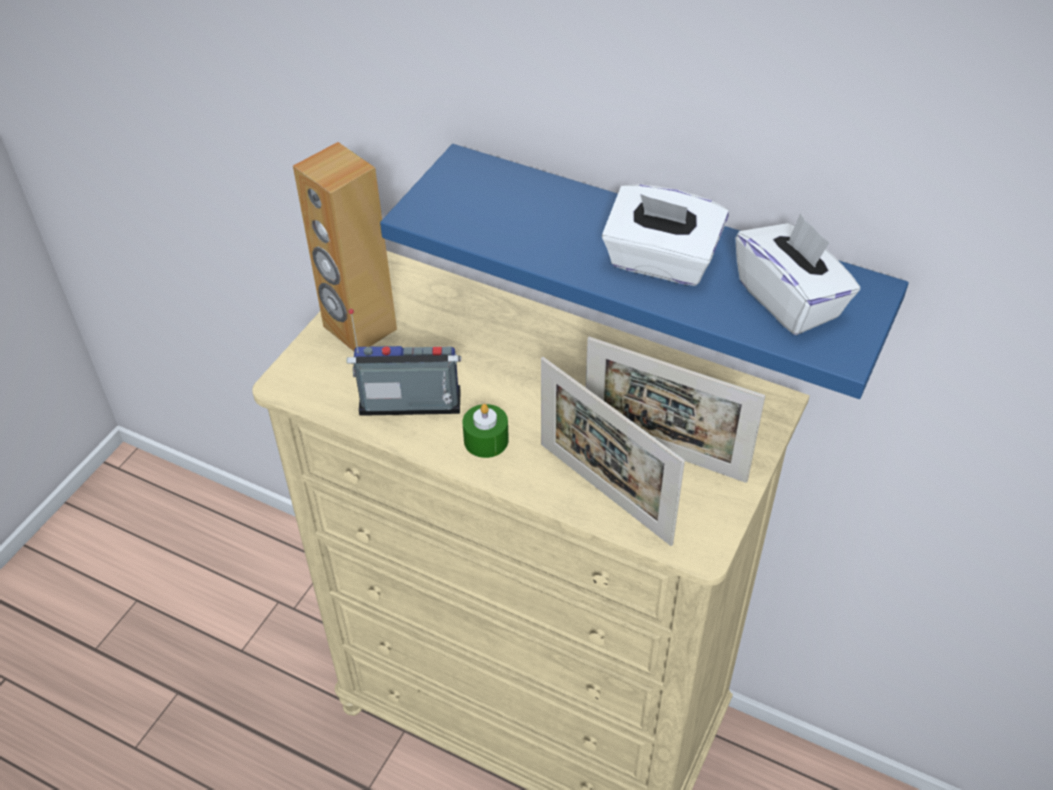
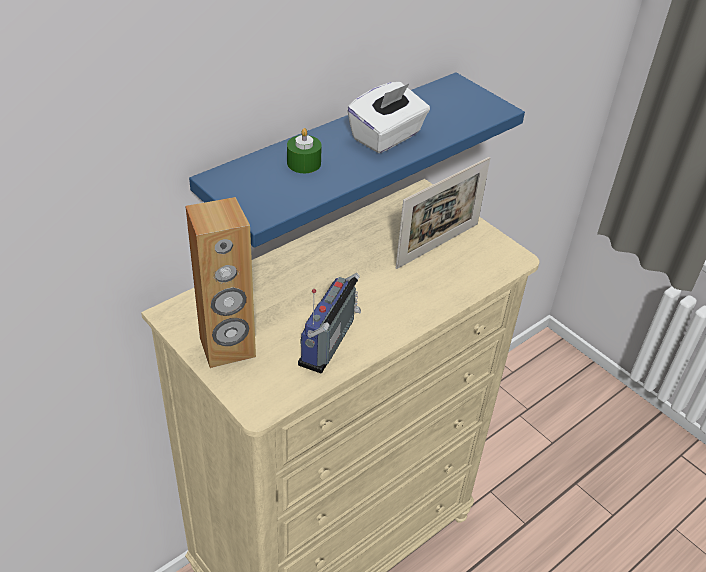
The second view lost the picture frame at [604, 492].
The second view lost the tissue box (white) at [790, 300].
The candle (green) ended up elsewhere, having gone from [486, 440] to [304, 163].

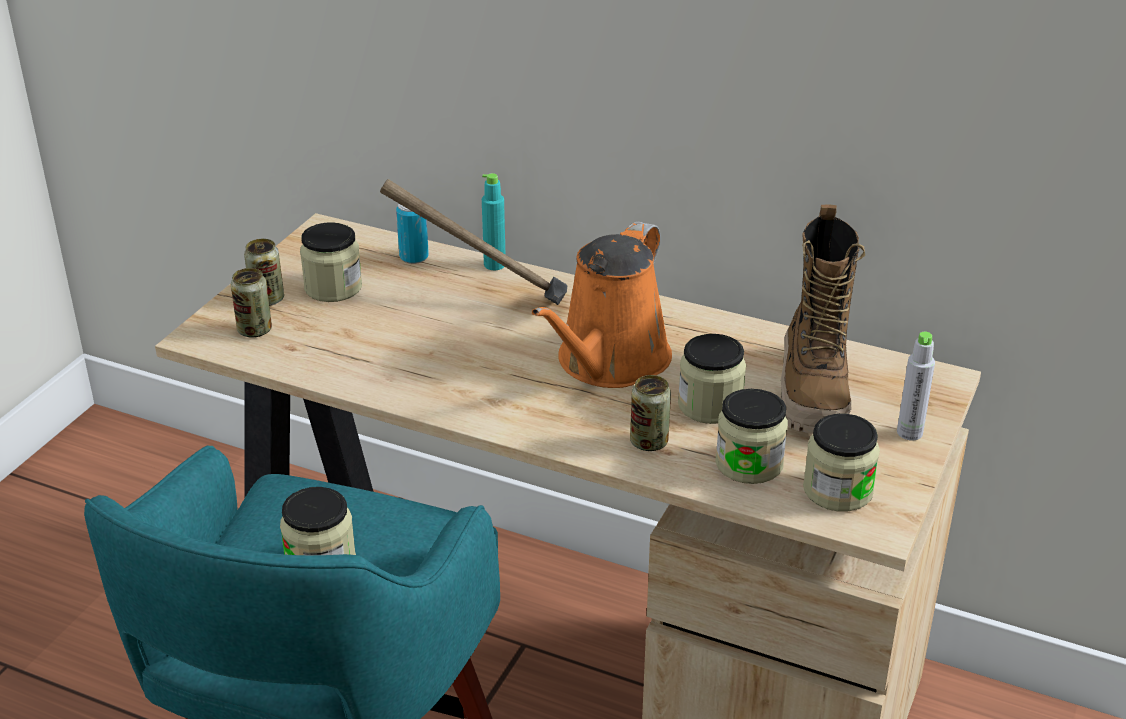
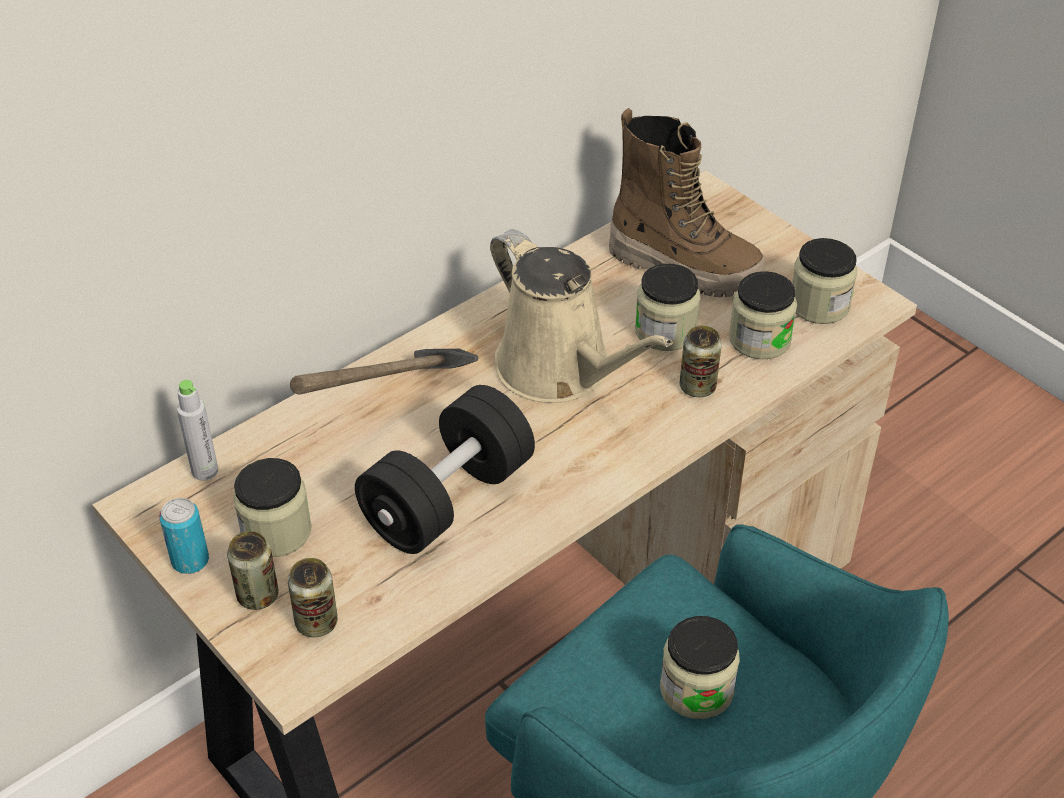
The second view lost the bottle (turquoise) at [494, 265].
The second view gained the dumbbell (black) at [448, 499].
The can ended up elsewhere, having gone from [414, 257] to [190, 561].
The bottle (grey) ended up elsewhere, having gone from [909, 433] to [205, 471].
What was the watering can (orange) at [608, 363] turned into the watering can (beige) at [560, 370].

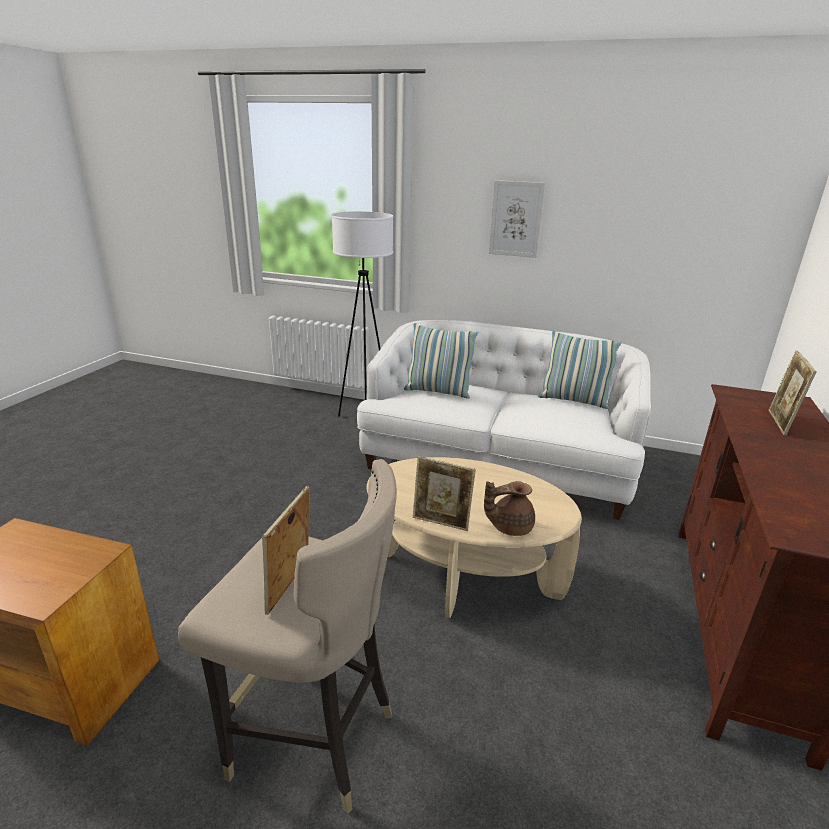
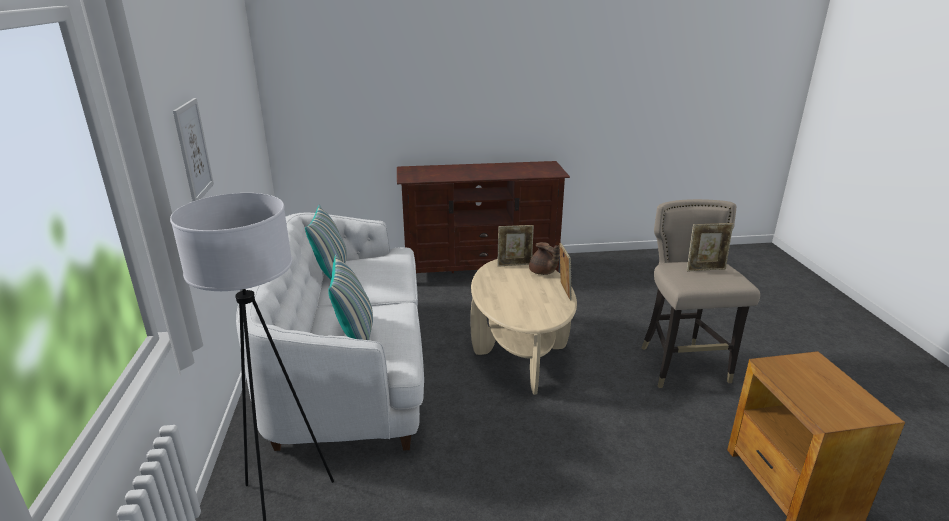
The picture frame ended up elsewhere, having gone from [779, 423] to [514, 264].

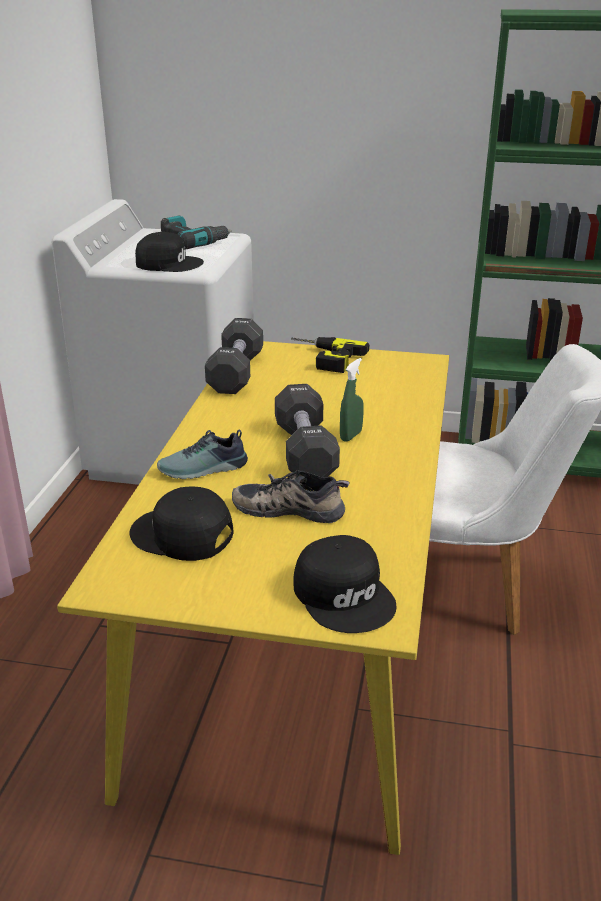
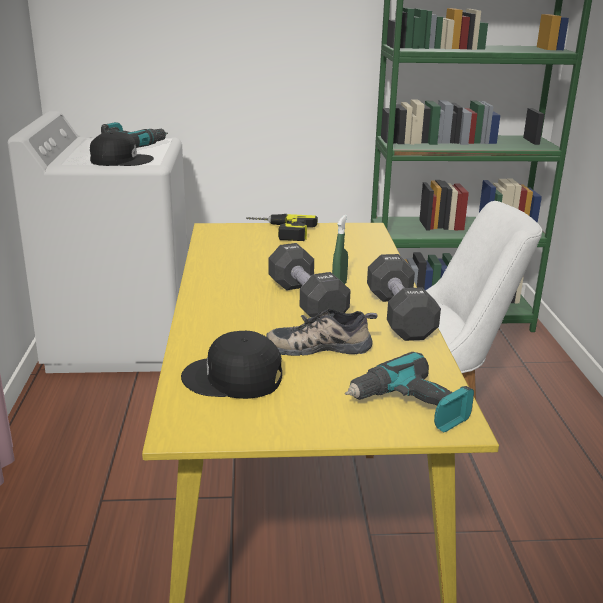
The second view lost the shoe at [203, 470].
The dumbbell (black) ended up elsewhere, having gone from [236, 373] to [399, 315].
Where the cap (black) stood at [345, 594], the power drill came to stand at [410, 407].

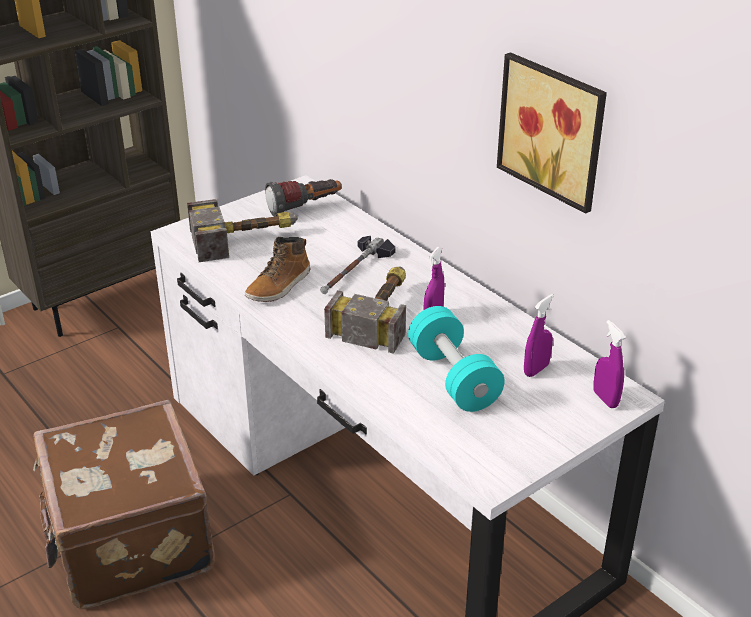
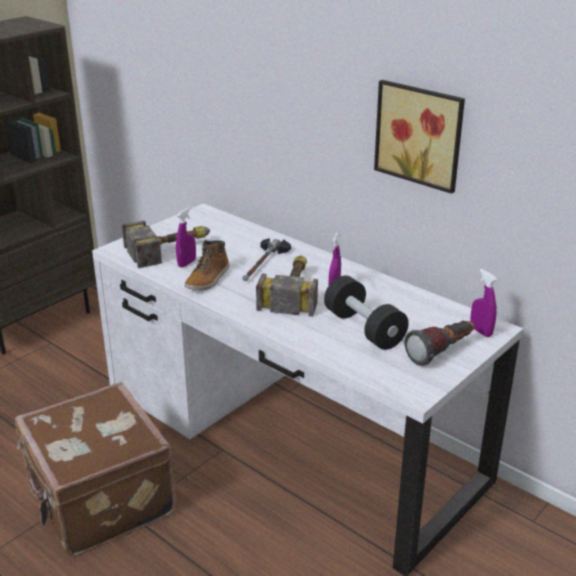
The flashlight ended up elsewhere, having gone from [305, 208] to [441, 352].
The spray bottle (purple) ended up elsewhere, having gone from [536, 370] to [187, 263].
What was the dumbbell (turquoise) at [453, 378] turned into the dumbbell (black) at [364, 328].

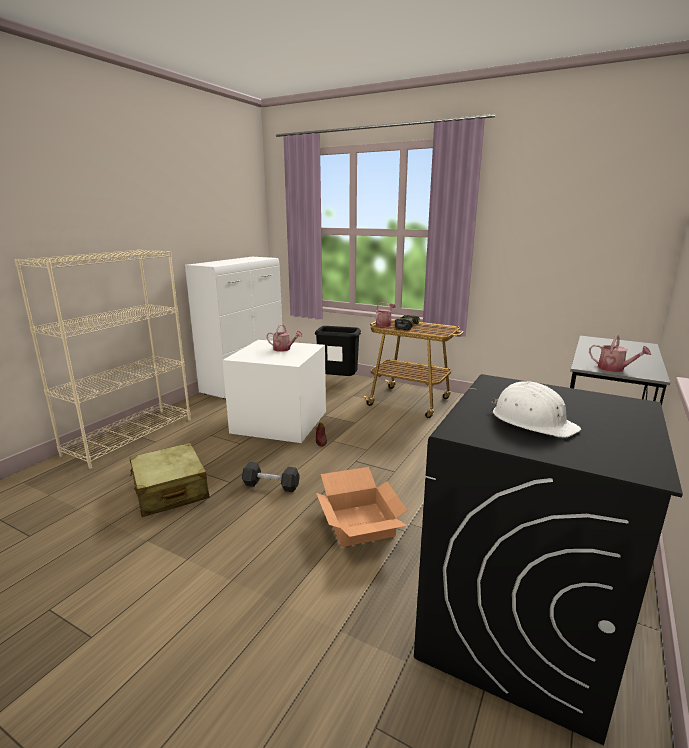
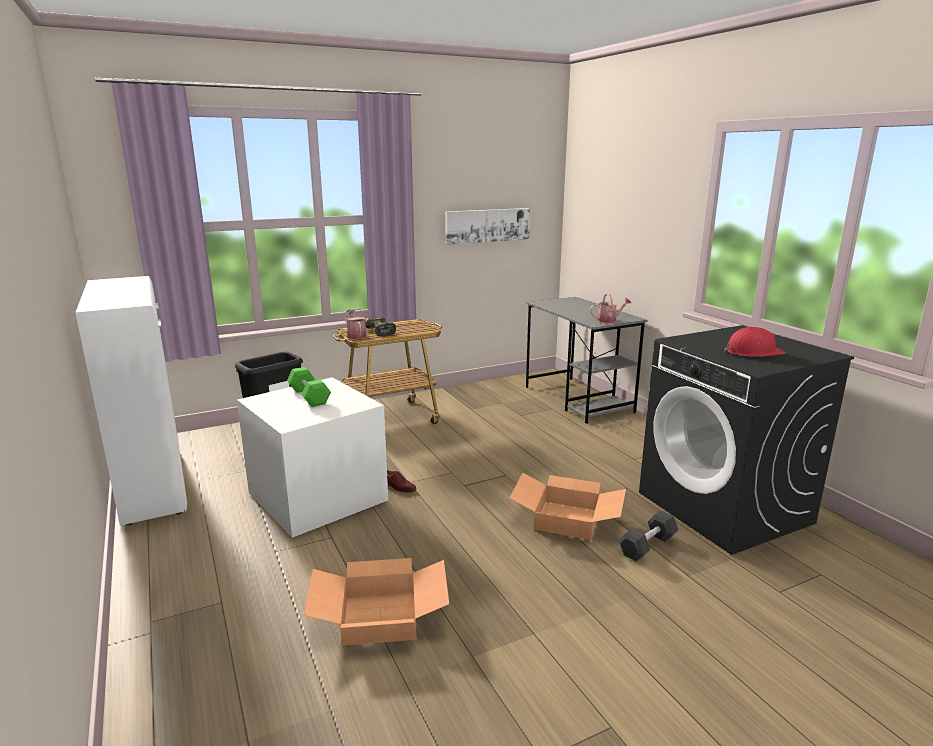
The second view lost the bookcase (beige) at [130, 436].
The second view gained the picture at [487, 225].
The dumbbell (black) ended up elsewhere, having gone from [271, 485] to [647, 545].
Where the suitcase (beige) stood at [170, 491], the cardboard box came to stand at [381, 616].
Where the watering can stood at [284, 349], the dumbbell (green) came to stand at [309, 396].
What was the hard hat (white) at [532, 421] turned into the hard hat (red) at [752, 352].

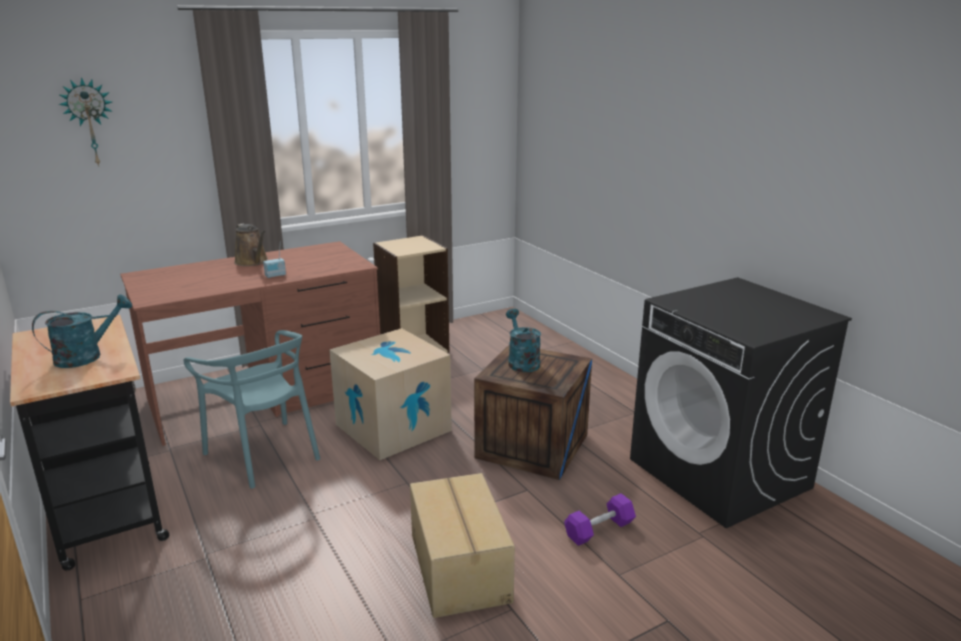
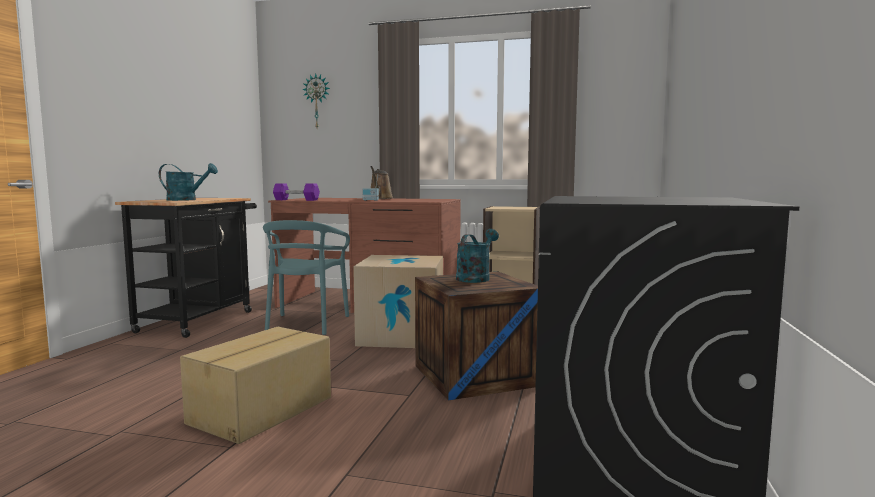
The dumbbell (purple) ended up elsewhere, having gone from [599, 530] to [296, 200].

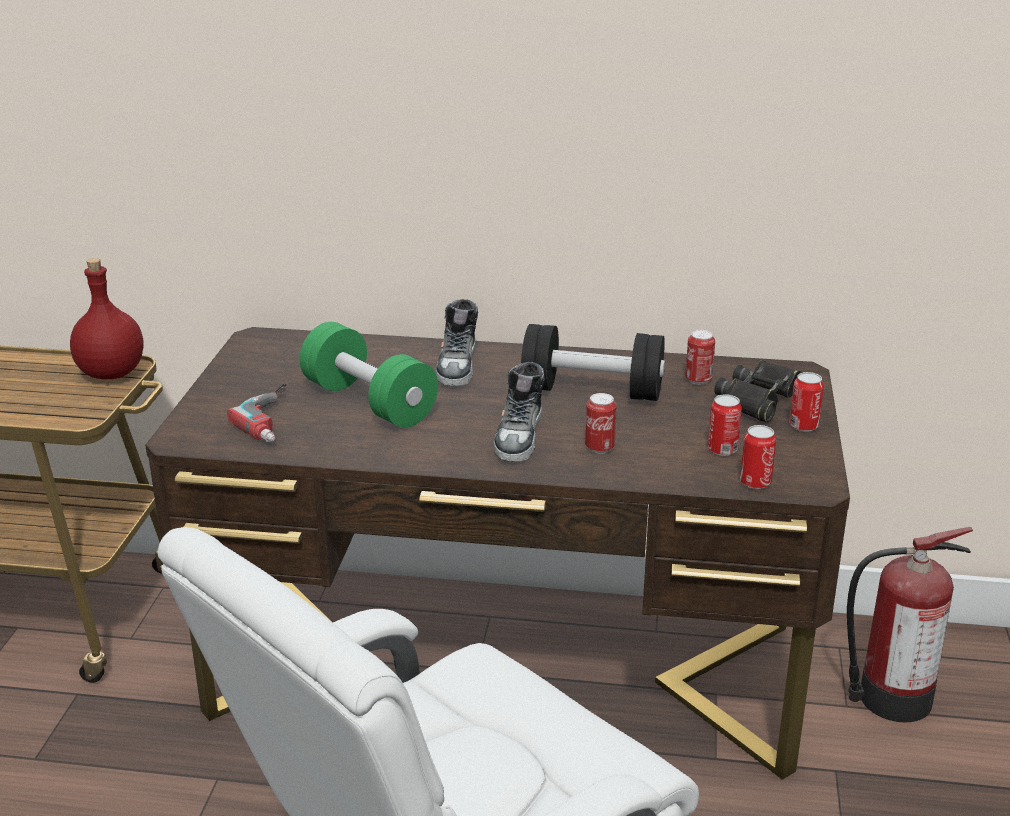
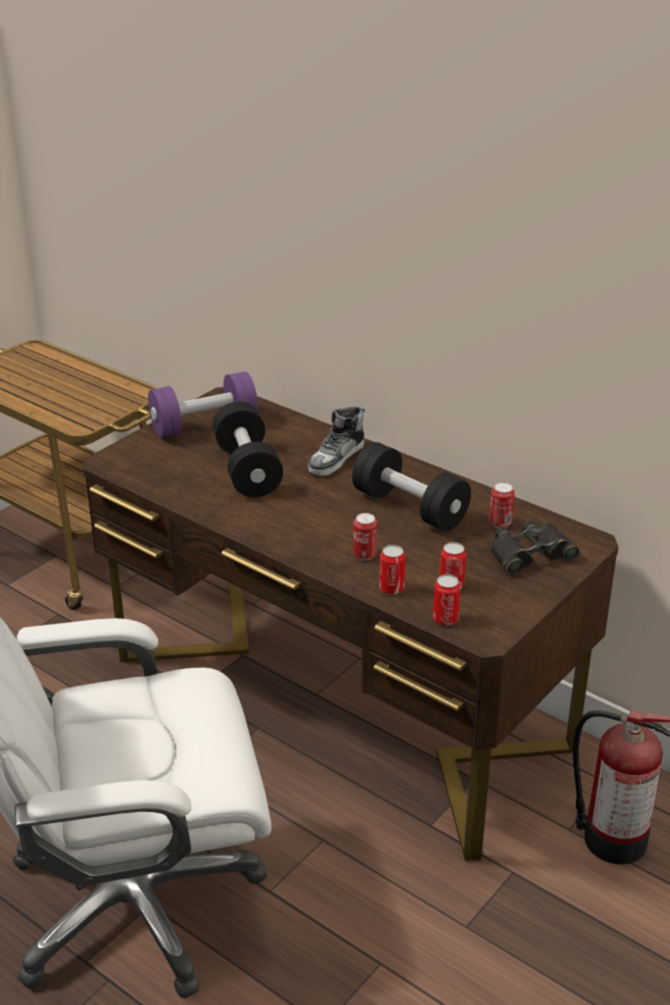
The second view lost the bottle (red) at [110, 373].
The second view lost the power drill at [277, 419].
The second view lost the shoe at [520, 436].
The second view gained the dumbbell (purple) at [204, 425].
The can ended up elsewhere, having gone from [803, 426] to [391, 588].
What was the dumbbell (green) at [369, 402] turned into the dumbbell (black) at [247, 470].

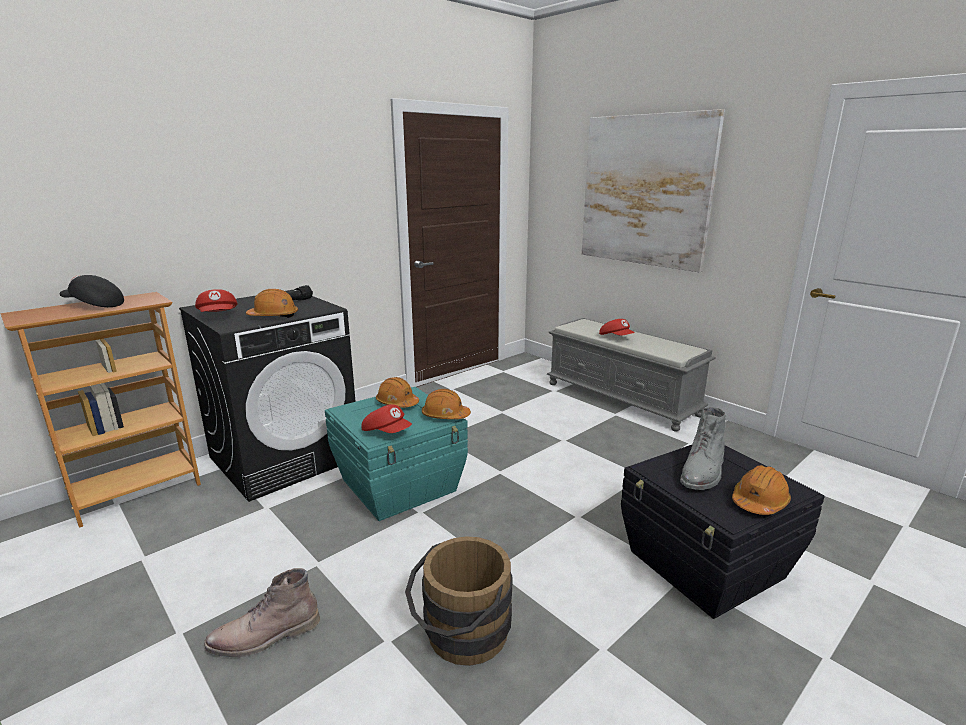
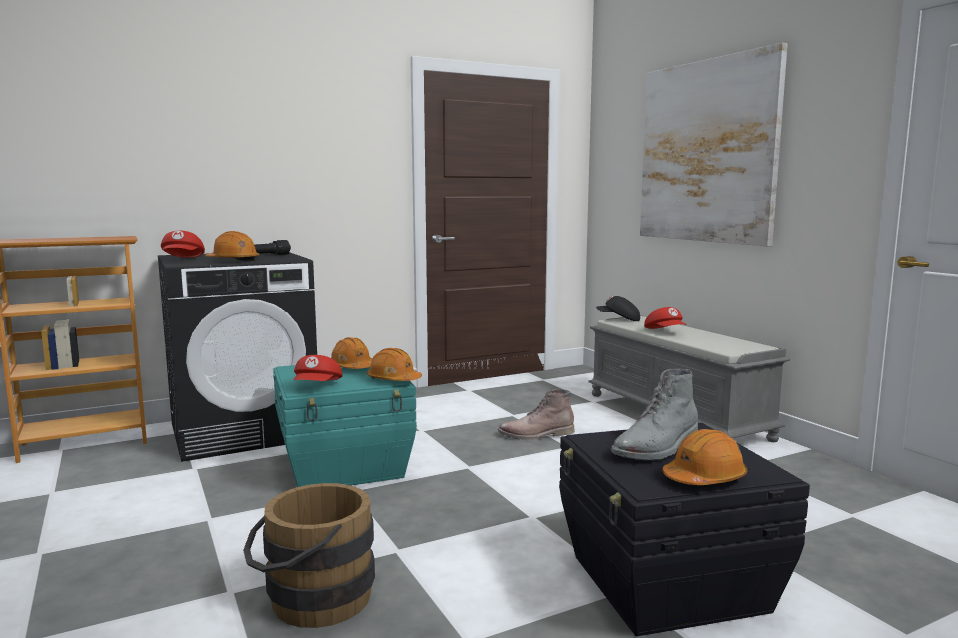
The cap (black) ended up elsewhere, having gone from [94, 305] to [618, 319].
The boot (brown) ended up elsewhere, having gone from [264, 637] to [536, 435].
The cap (red) at [387, 432] ended up facing another way, 45 degrees clockwise from before.

